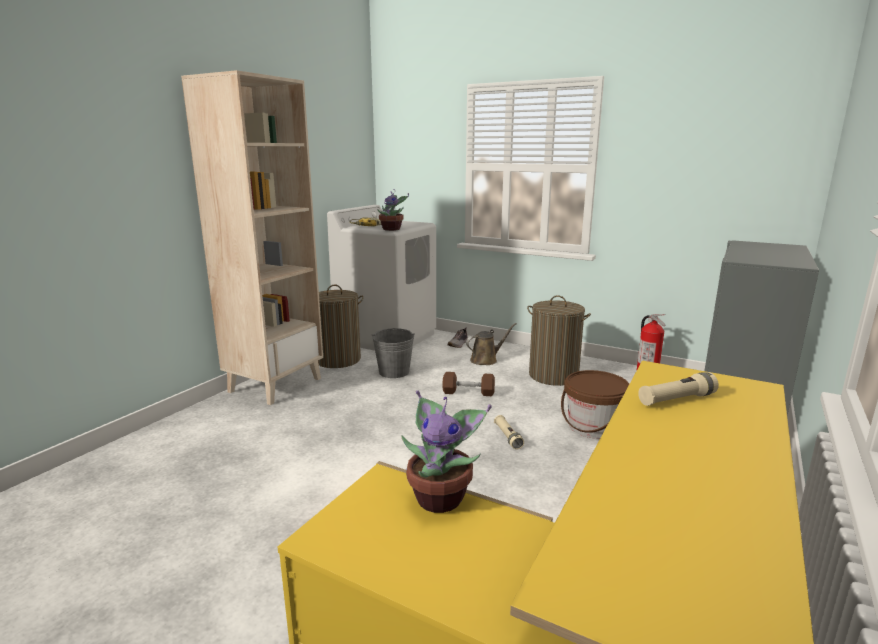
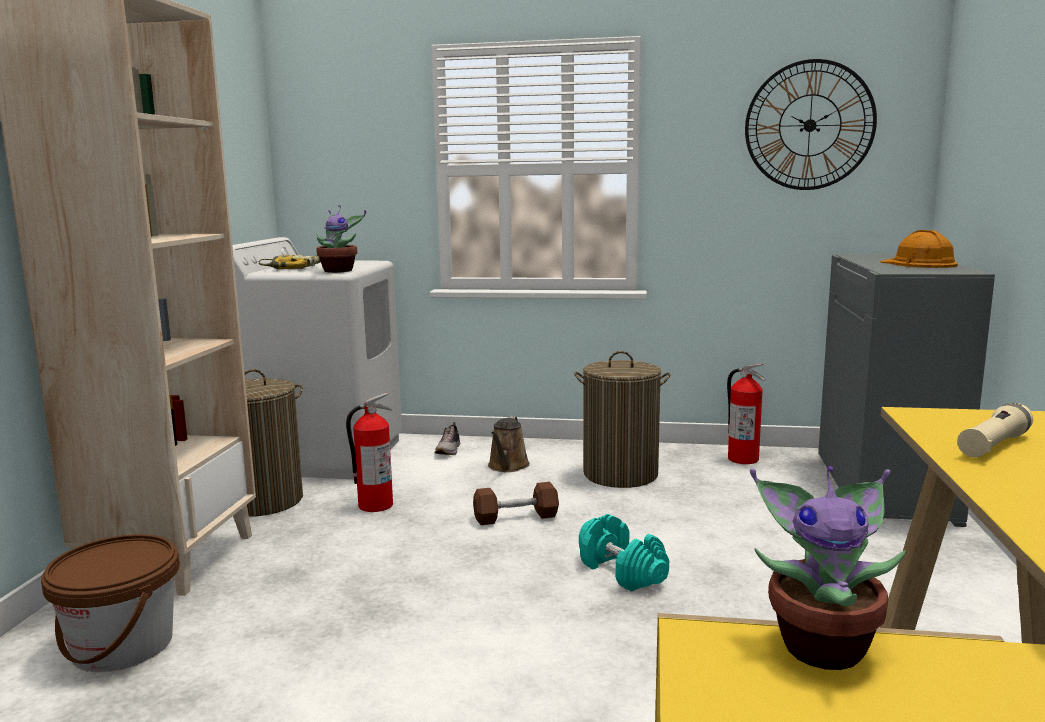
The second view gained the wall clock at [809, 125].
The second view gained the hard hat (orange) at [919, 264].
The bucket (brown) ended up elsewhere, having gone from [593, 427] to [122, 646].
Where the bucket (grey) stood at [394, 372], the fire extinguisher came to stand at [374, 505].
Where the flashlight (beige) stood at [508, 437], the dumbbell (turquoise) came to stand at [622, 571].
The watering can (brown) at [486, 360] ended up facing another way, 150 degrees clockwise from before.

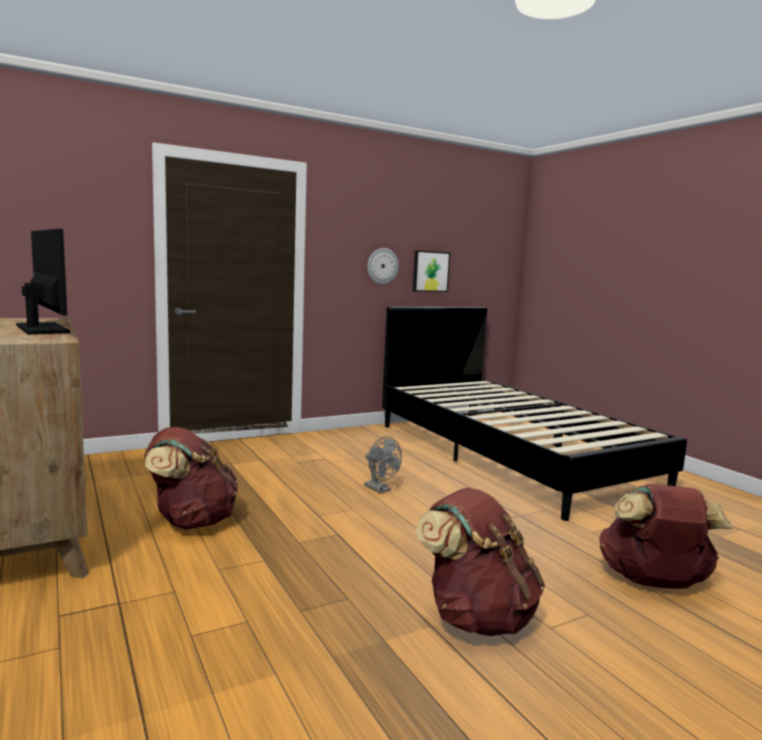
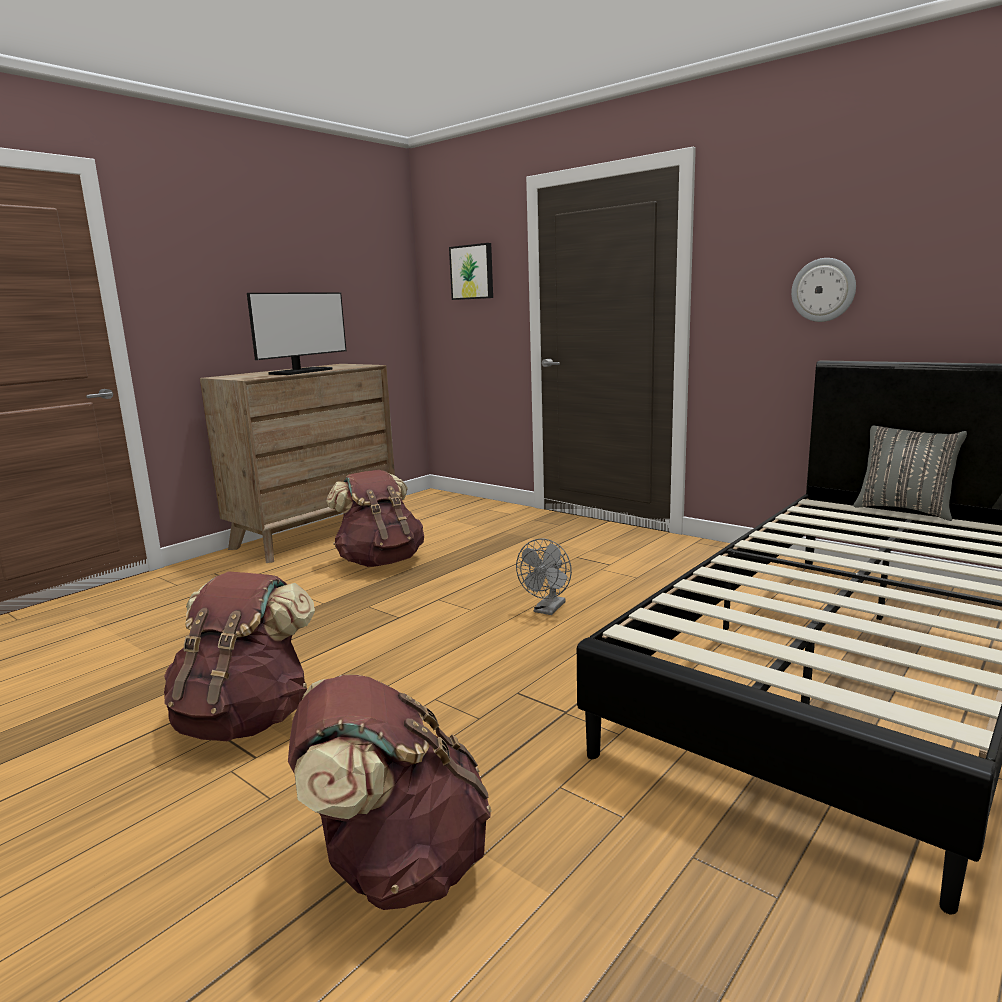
The second view gained the pillow (grey) at [904, 510].
The picture ended up elsewhere, having gone from [430, 271] to [472, 272].

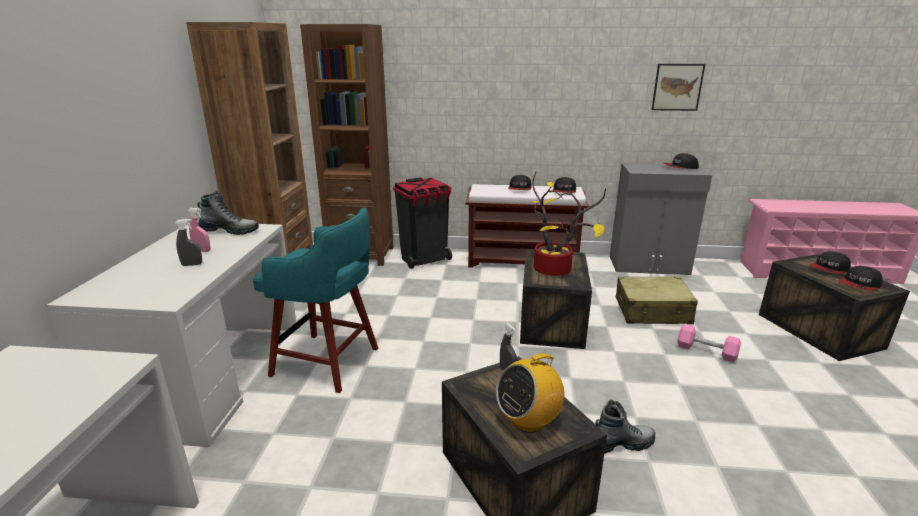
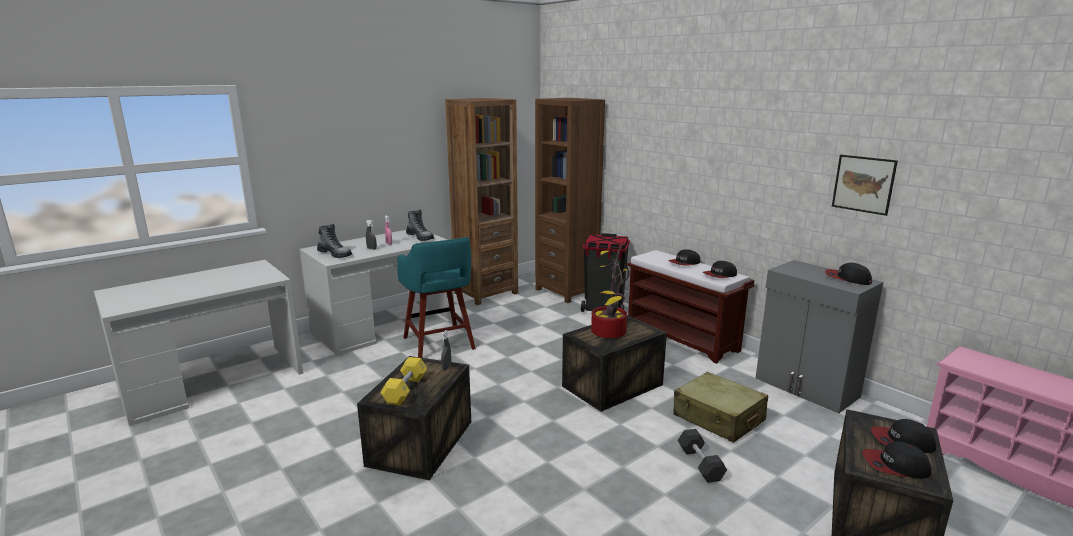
The boot ended up elsewhere, having gone from [620, 444] to [335, 254].
Where the radio stood at [528, 421], the dumbbell (yellow) came to stand at [405, 390].
What was the dumbbell (pink) at [706, 351] turned into the dumbbell (black) at [700, 464].

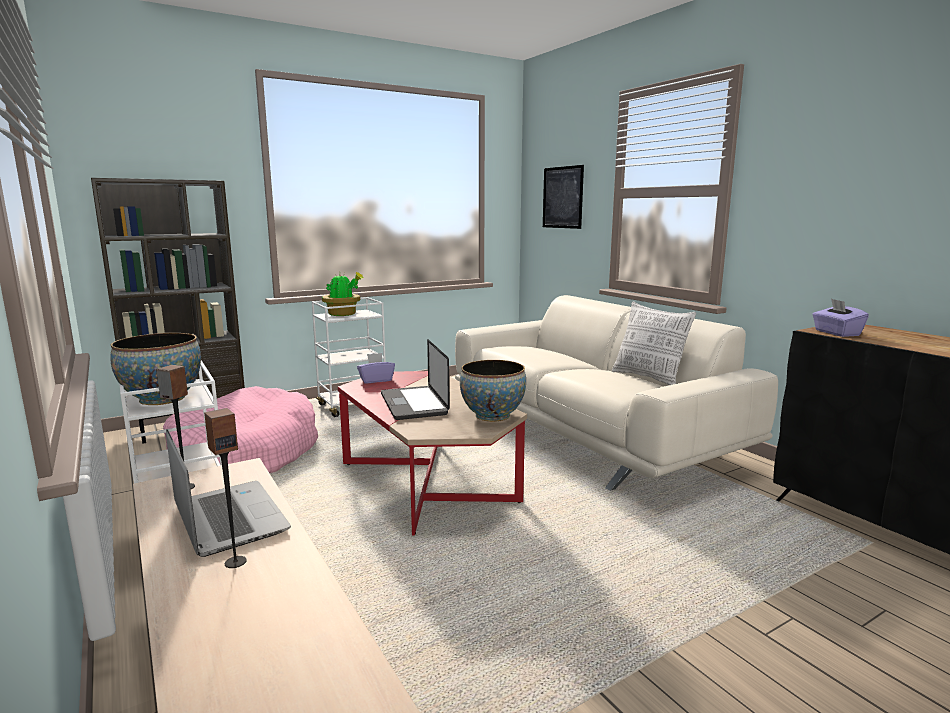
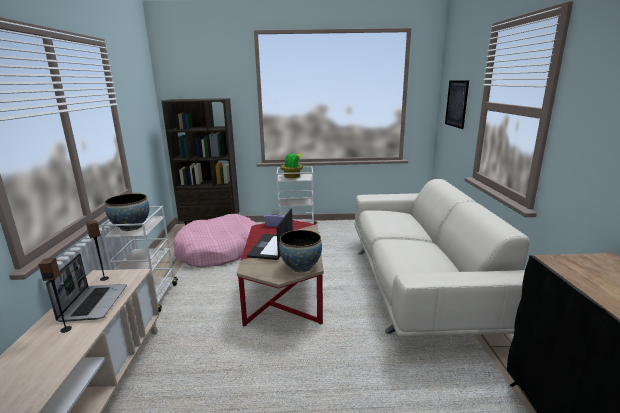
The second view lost the pillow at [649, 378].
The second view lost the tissue box (purple) at [836, 333].

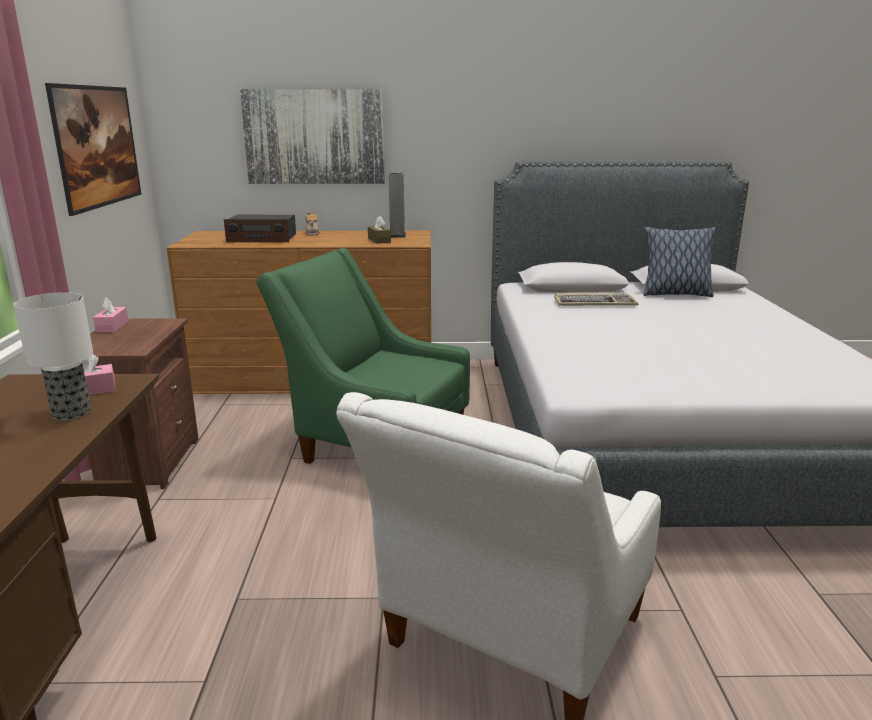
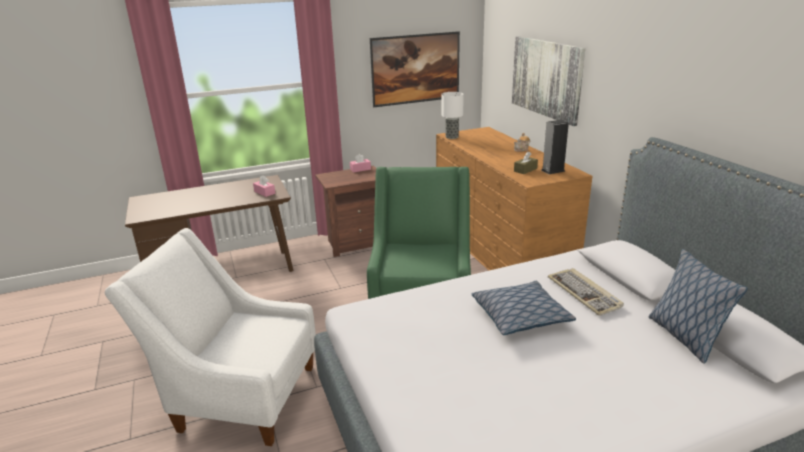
The second view lost the radio at [262, 238].
The second view gained the pillow at [520, 316].
The table lamp ended up elsewhere, having gone from [72, 413] to [452, 137].

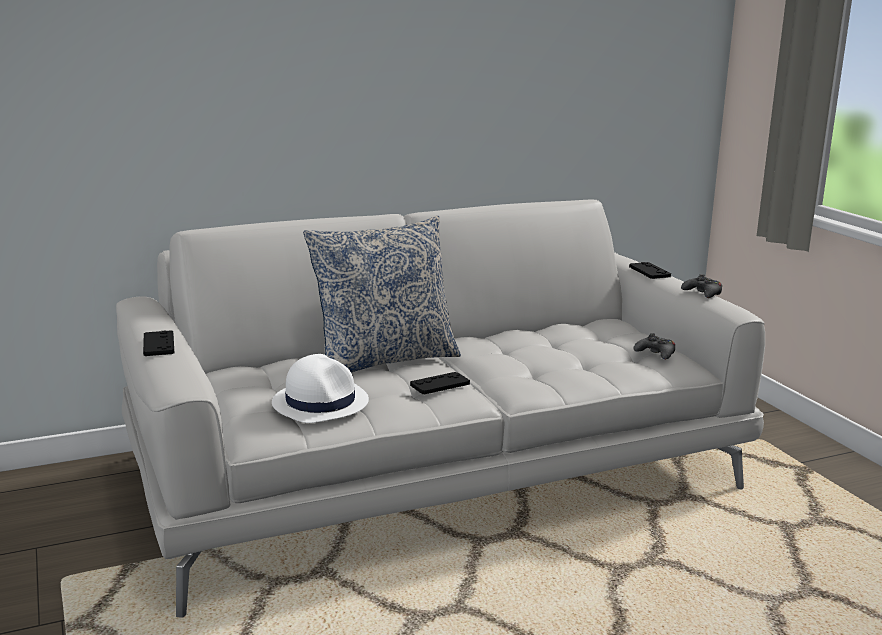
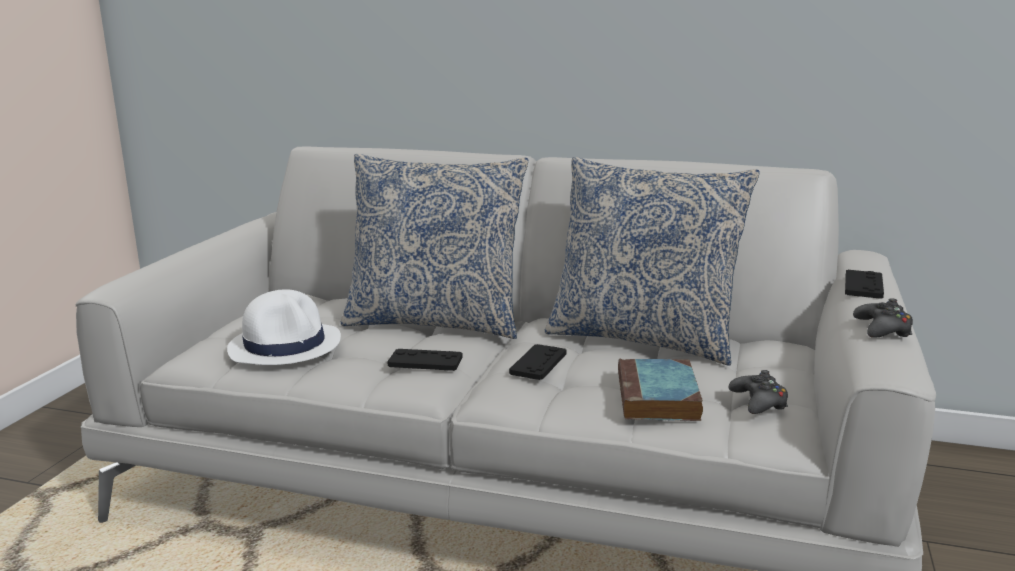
The second view gained the pillow at [643, 338].
The second view gained the book at [658, 398].
The game controller (black) ended up elsewhere, having gone from [159, 344] to [538, 363].

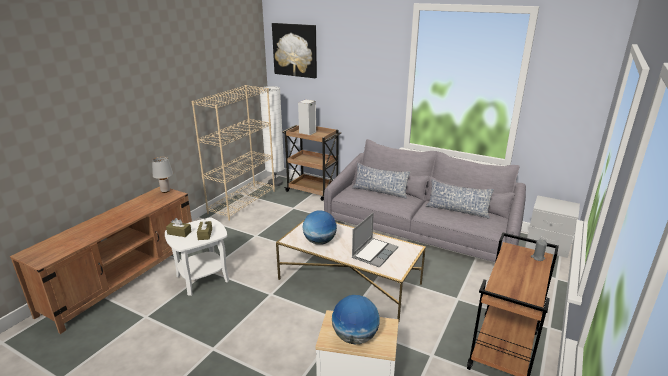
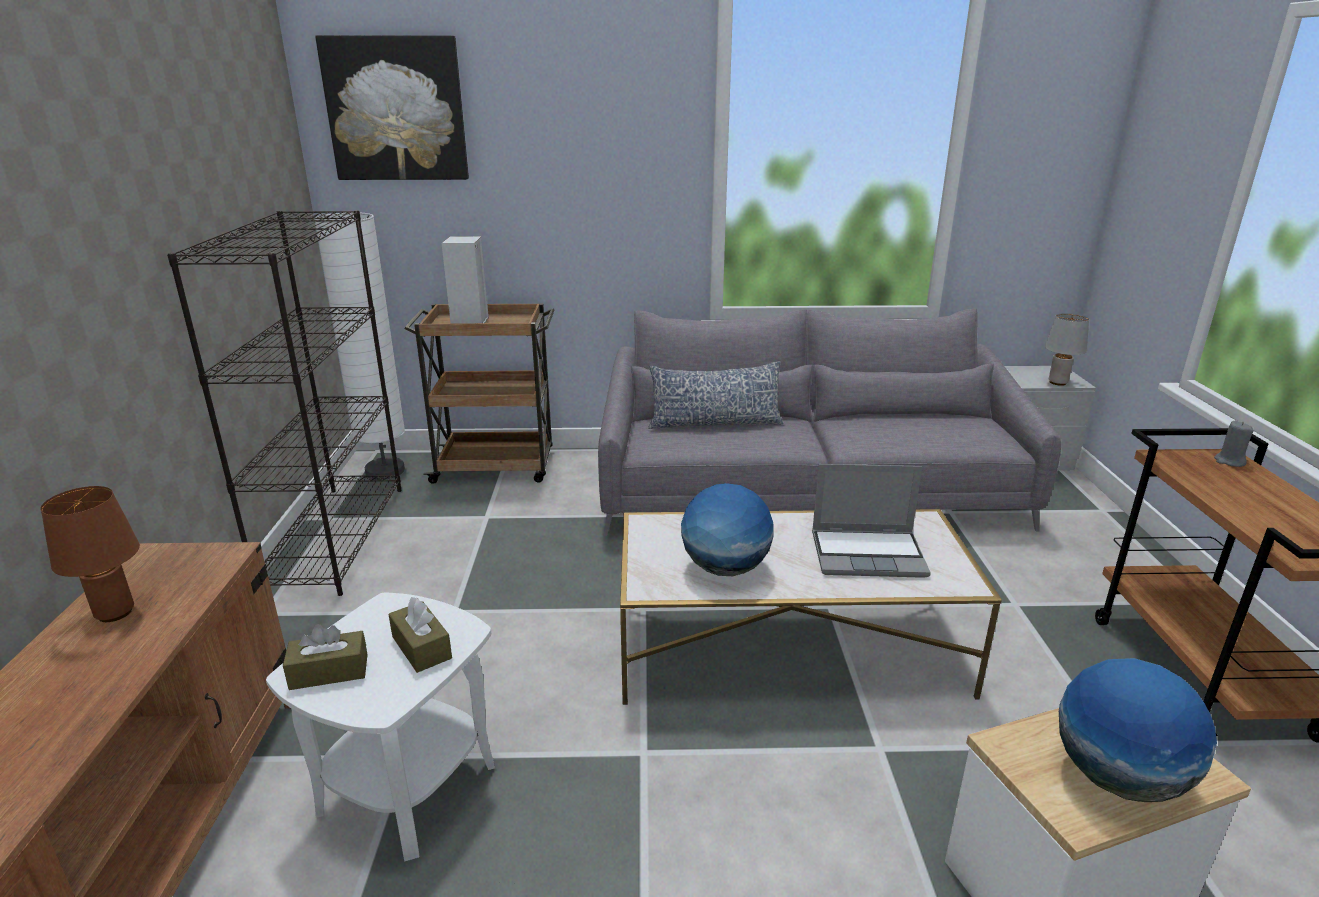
The second view lost the pillow at [457, 210].
The second view gained the table lamp (brown) at [116, 612].
The table lamp (grey) ended up elsewhere, having gone from [165, 191] to [1057, 382].
What was the bookcase (beige) at [242, 201] turned into the bookcase (black) at [336, 536].
The laptop at [374, 253] ended up facing another way, 90 degrees clockwise from before.

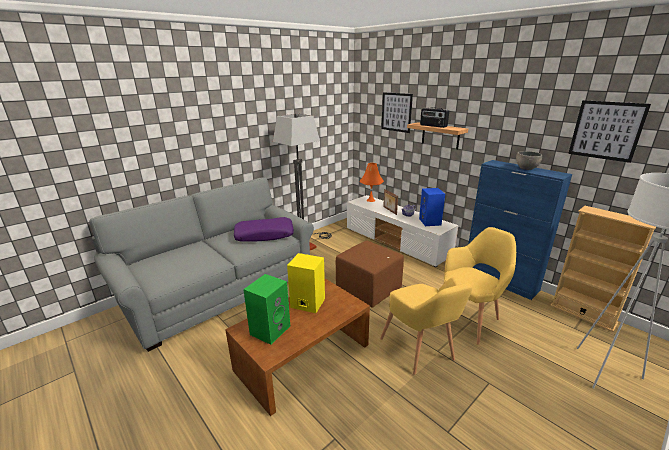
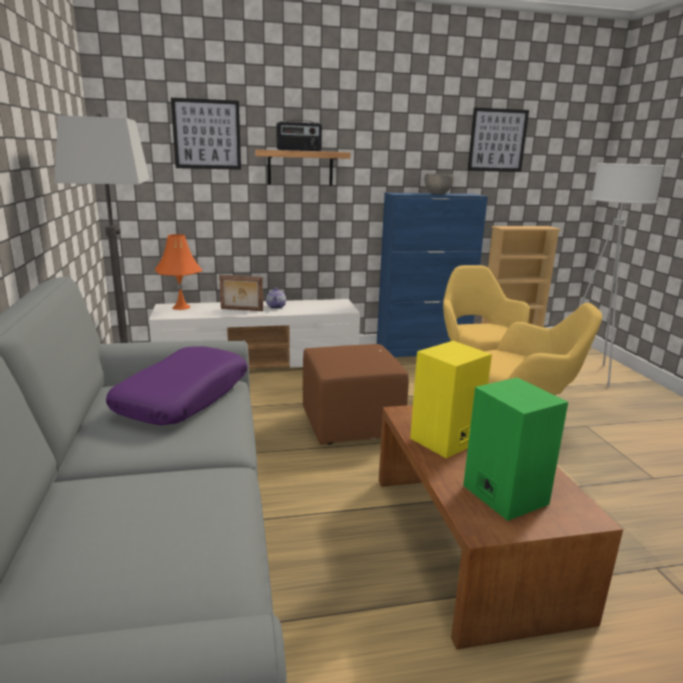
The second view lost the speaker (blue) at [430, 222].

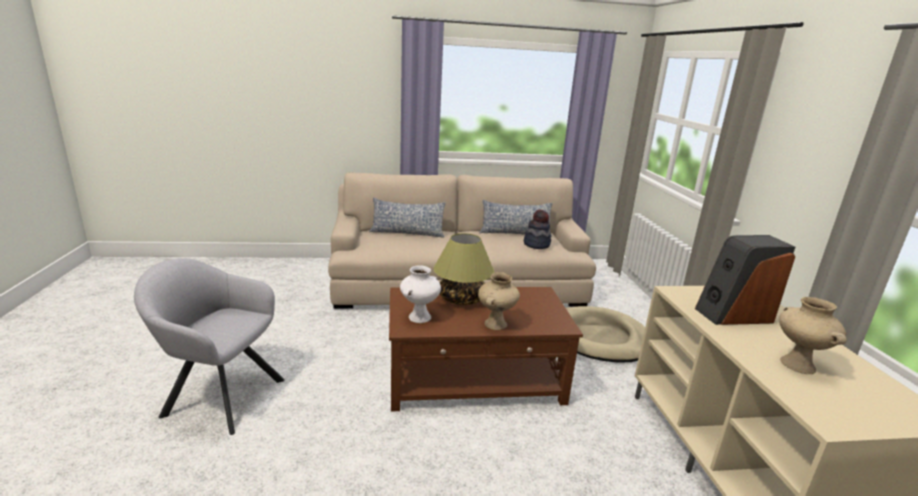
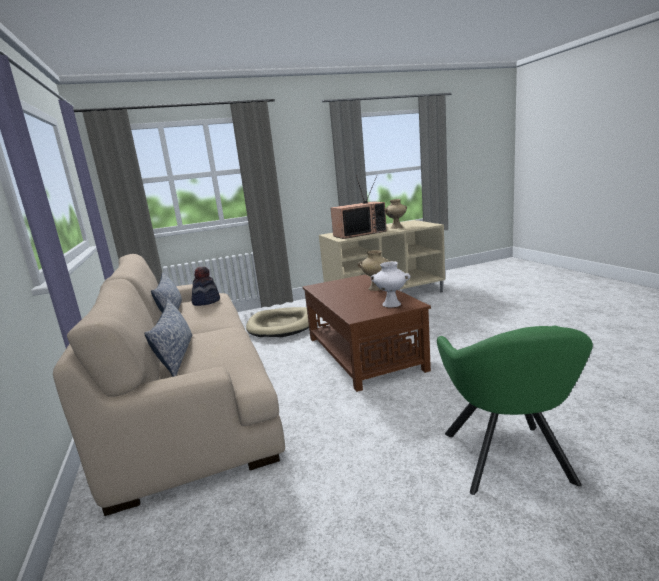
The second view lost the table lamp at [461, 299].
Where the speaker stood at [733, 315], the television came to stand at [360, 233].
What was the armchair (grey) at [219, 395] turned into the armchair (green) at [508, 462].

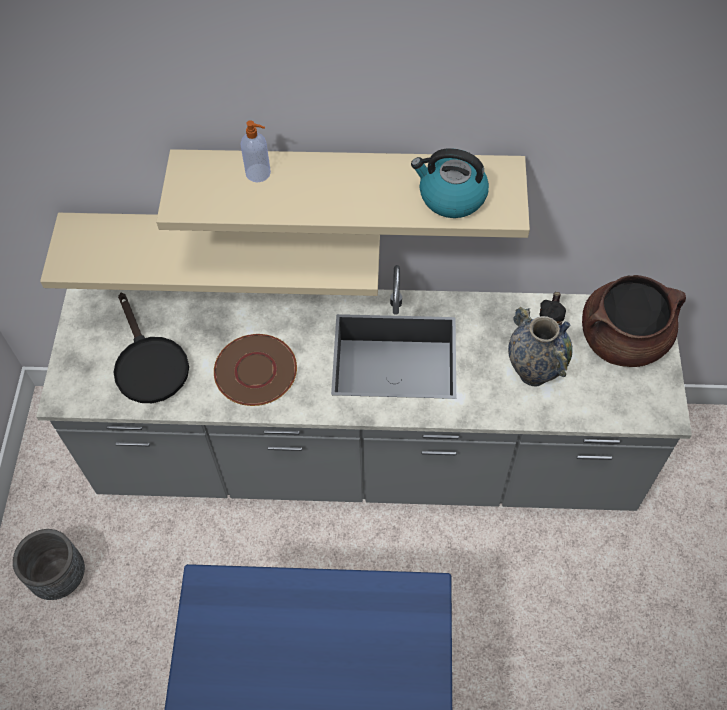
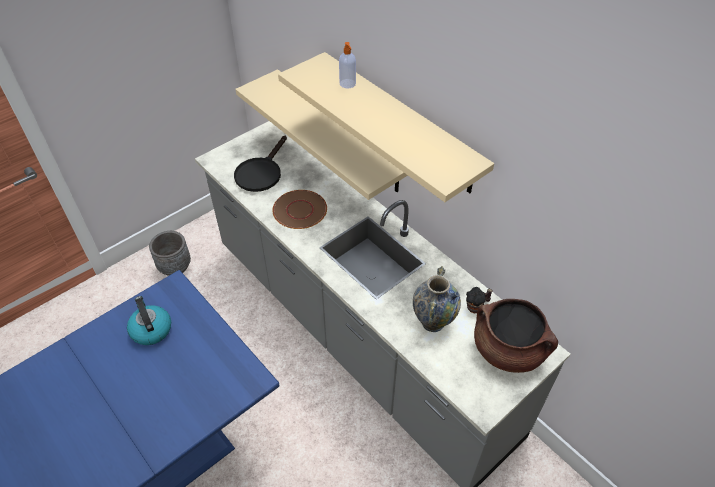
The kettle ended up elsewhere, having gone from [451, 197] to [151, 329].

